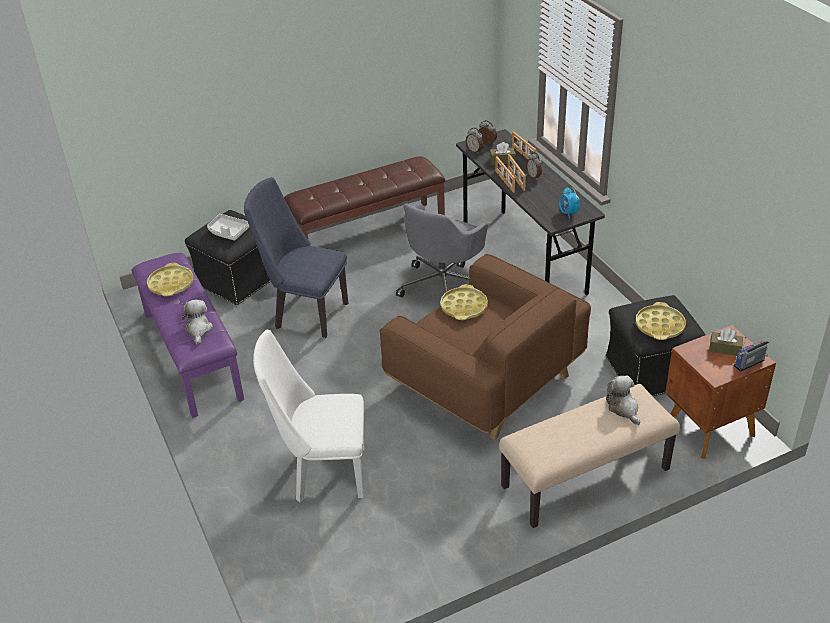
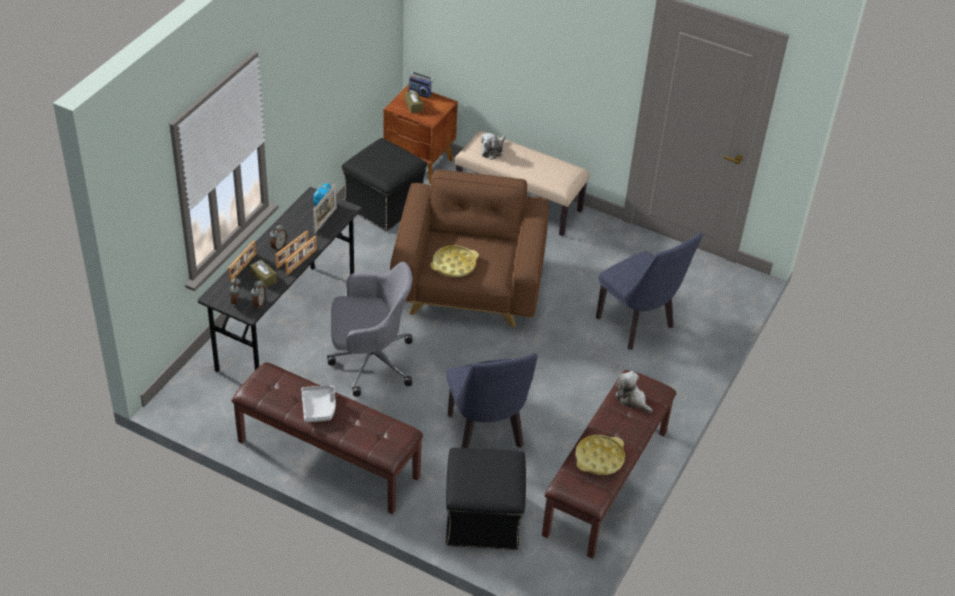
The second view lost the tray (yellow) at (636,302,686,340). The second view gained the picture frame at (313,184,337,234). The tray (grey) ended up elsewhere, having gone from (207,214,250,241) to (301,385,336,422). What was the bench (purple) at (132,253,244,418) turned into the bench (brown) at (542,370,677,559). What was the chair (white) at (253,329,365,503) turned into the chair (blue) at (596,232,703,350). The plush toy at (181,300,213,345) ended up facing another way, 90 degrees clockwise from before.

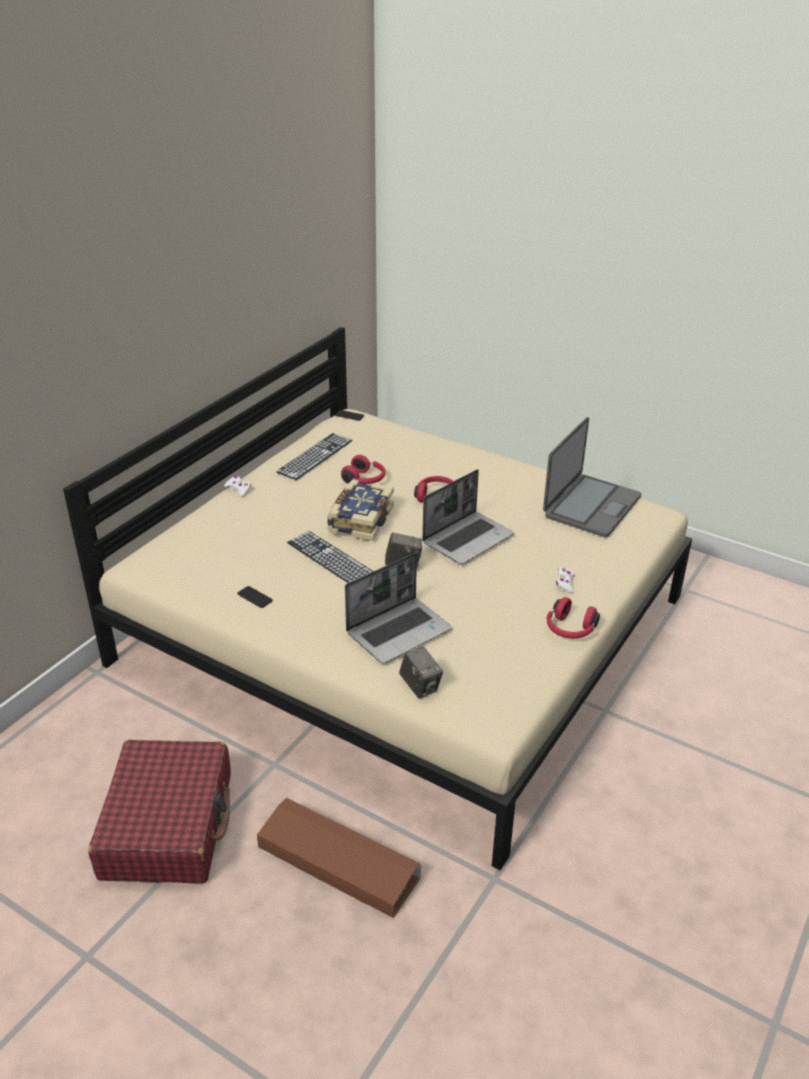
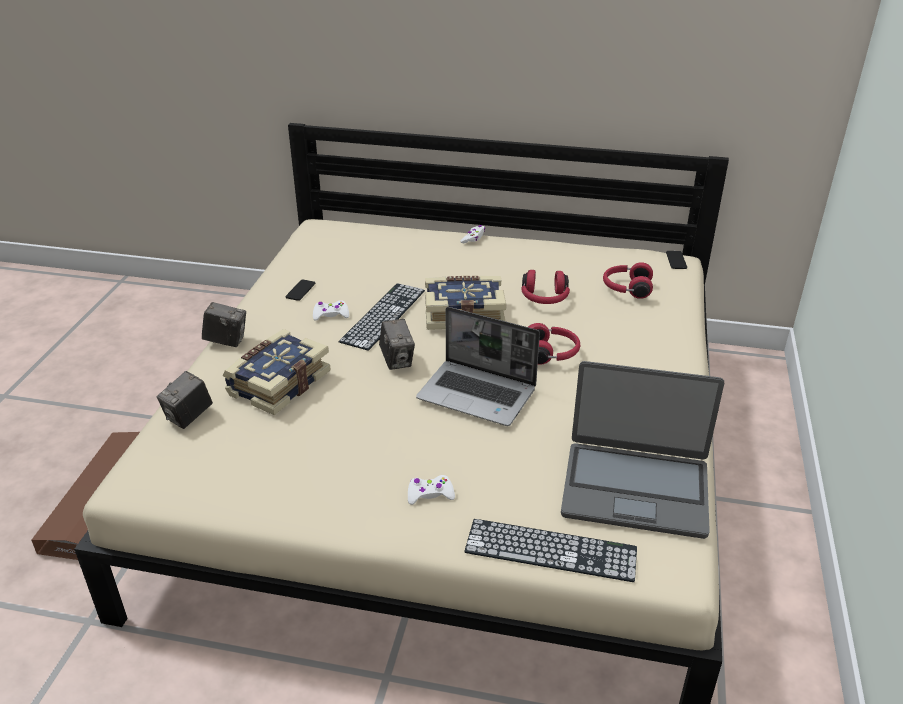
The second view lost the suitcase (red) at (88,740,231,884). The second view gained the photo camera at (202,302,246,347). The second view gained the game controller (white) at (313,301,349,321). The keyboard ended up elsewhere, having gone from (276,433,353,480) to (464,519,637,582). The headphones (red) ended up elsewhere, having gone from (547,597,600,639) to (603,262,653,299). Where the laptop stood at (345,553,452,664), the book came to stand at (223,329,331,415).

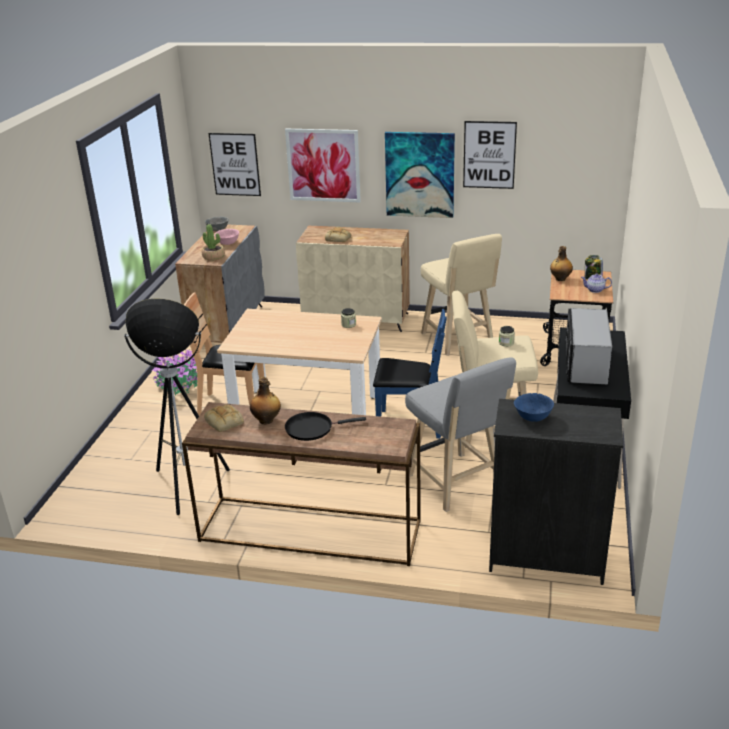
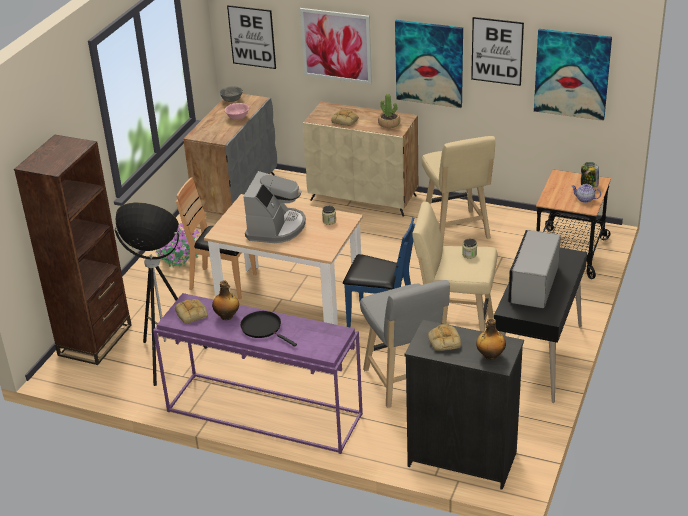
The second view gained the bookcase (brown) at (14,135,132,365). The second view gained the coffee machine at (243,171,306,243). The second view gained the picture at (534,29,612,121). The potted plant ended up elsewhere, having gone from (202,224,225,261) to (378,94,400,128). The bottle ended up elsewhere, having gone from (550,246,573,281) to (476,318,506,360). Where the bowl (blue) stood at (514,393,554,422), the bread came to stand at (428,324,461,351). What was the console table (brown) at (182,402,421,566) turned into the console table (purple) at (153,293,363,454). The frying pan (black) at (285,412,366,441) ended up facing another way, 45 degrees clockwise from before.

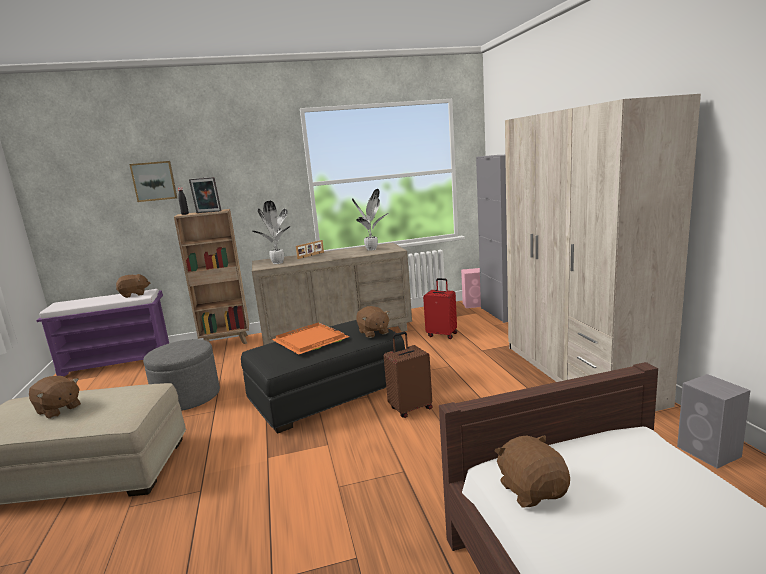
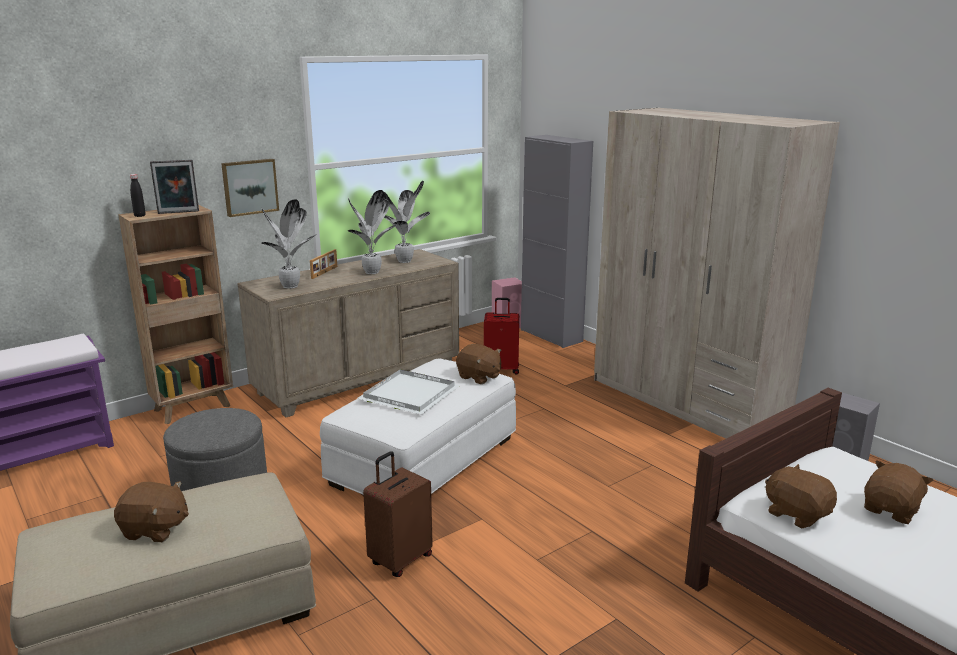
The second view gained the potted plant at (348,190,398,274). The plush toy (brown) ended up elsewhere, having gone from (116,274,150,298) to (864,460,933,524). The picture ended up elsewhere, having gone from (129,161,177,202) to (221,159,279,217). The suitcase (brown) ended up elsewhere, having gone from (384,332,433,418) to (363,451,433,577). What was the ottoman (black) at (241,320,405,433) turned into the ottoman (white) at (320,359,516,494). What was the tray (orange) at (272,322,349,354) turned into the tray (white) at (358,369,460,415).

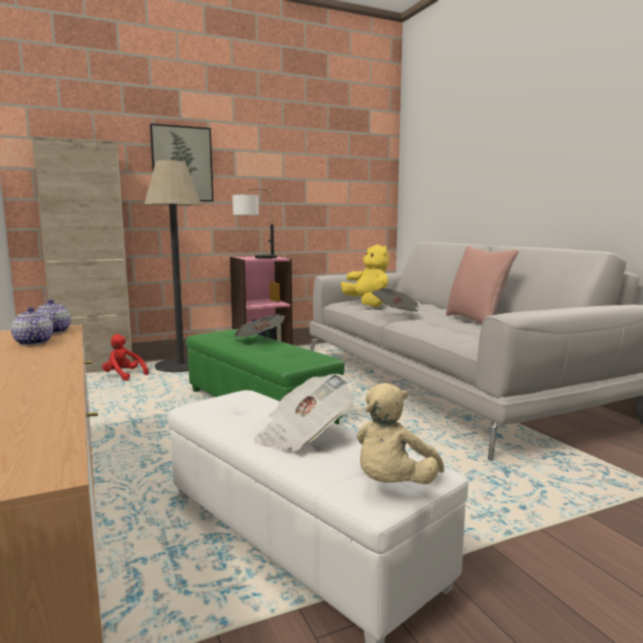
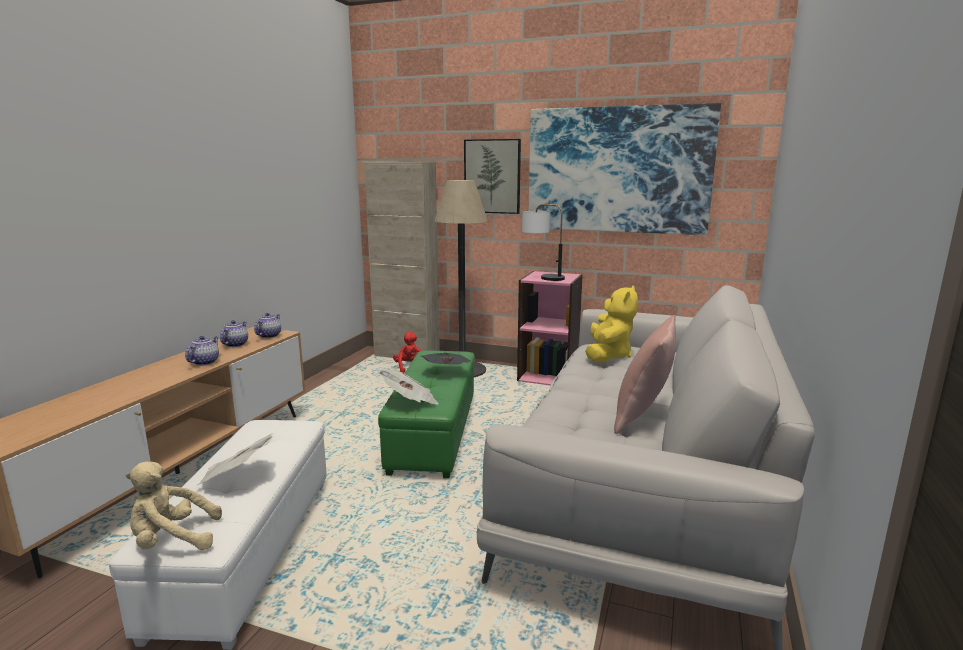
The second view gained the teapot at (185,336,219,365). The second view gained the picture at (529,103,721,235). The newspaper ended up elsewhere, having gone from (372,288,420,312) to (378,370,439,405).

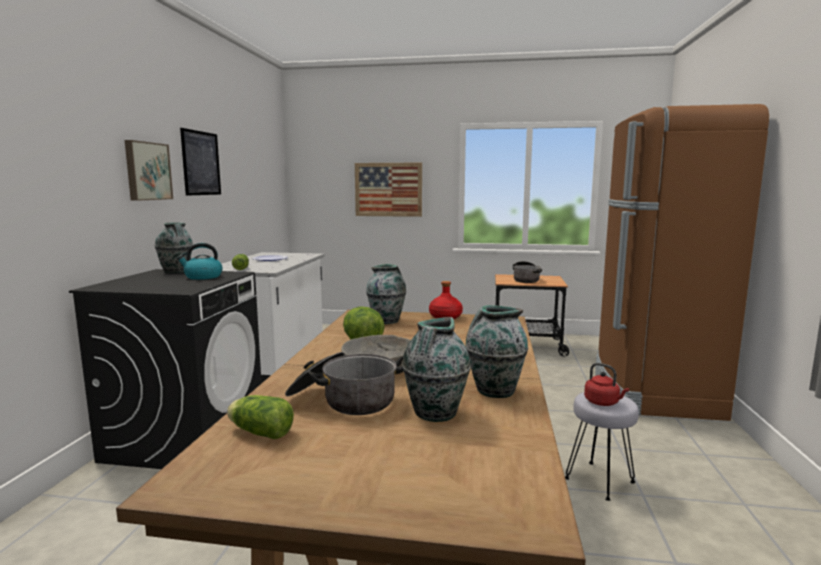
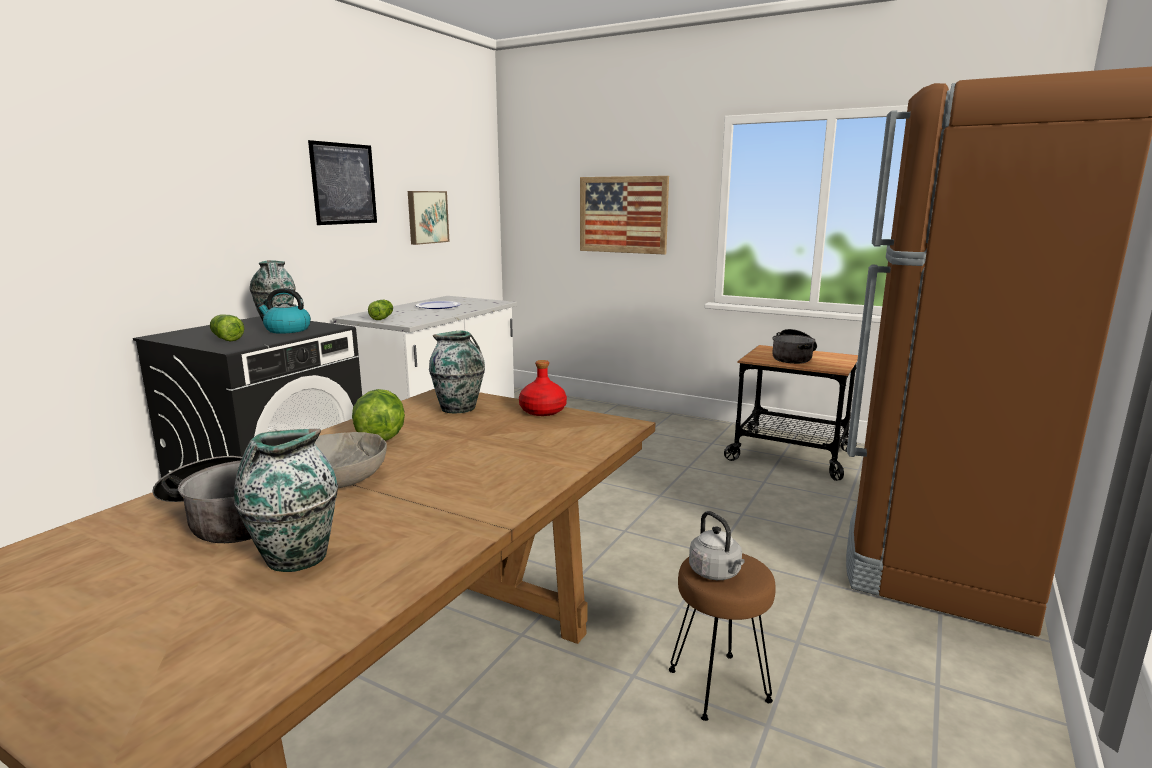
The second view lost the vase at (465,305,528,398). The picture ended up elsewhere, having gone from (125,140,173,201) to (408,191,450,245). The lettuce ended up elsewhere, having gone from (227,395,294,439) to (210,314,244,342). What was the stool (grey) at (565,392,639,501) turned into the stool (brown) at (669,553,776,721). What was the kettle (red) at (584,363,629,406) turned into the kettle (grey) at (689,511,745,580).

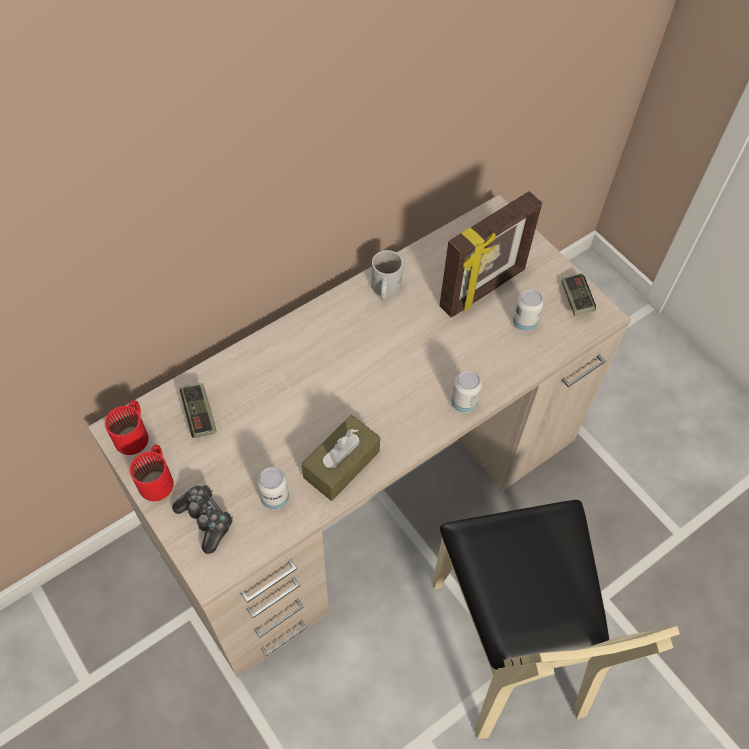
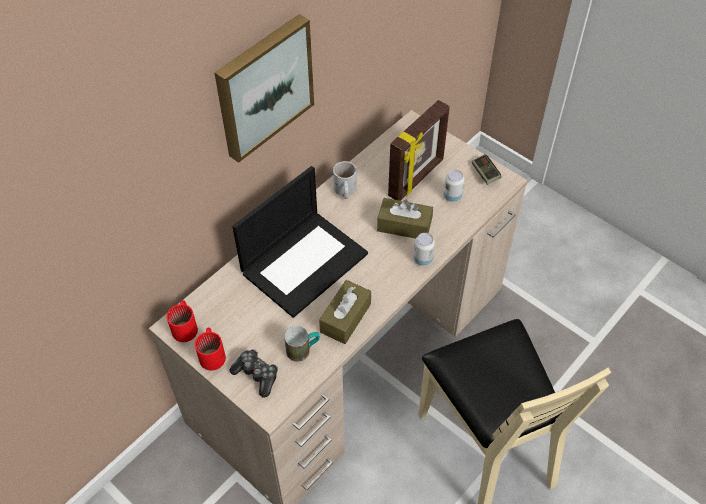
The second view lost the game controller at (180,383,216,438). The second view gained the picture at (214,14,314,163). The second view gained the laptop at (232,166,368,318). The second view gained the tissue box (brown) at (377,198,433,239). Where the can stood at (257,467,289,510), the mug came to stand at (284,326,320,362).

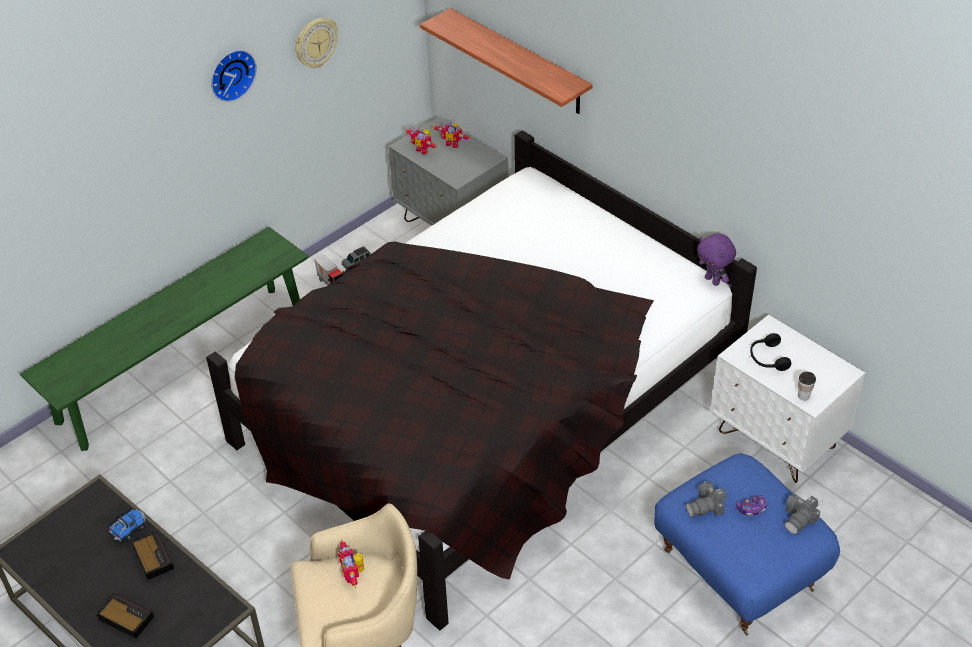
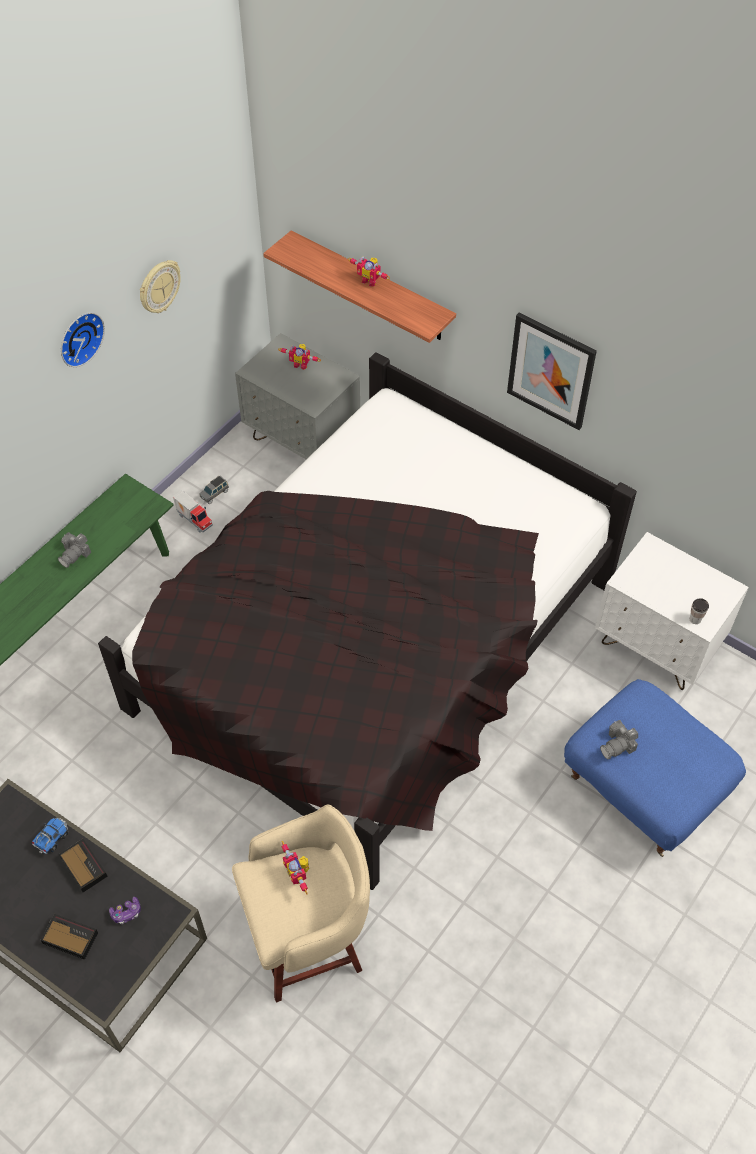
The second view lost the plush toy (purple) at (697,233,736,286). The second view lost the headphones (black) at (750,333,791,371). The second view gained the picture at (507,313,597,430). The toy robot ended up elsewhere, having gone from (405,128,437,155) to (348,257,390,287). The game controller ended up elsewhere, having gone from (736,495,767,516) to (109,897,141,924). The photo camera ended up elsewhere, having gone from (785,493,820,534) to (58,532,91,568).

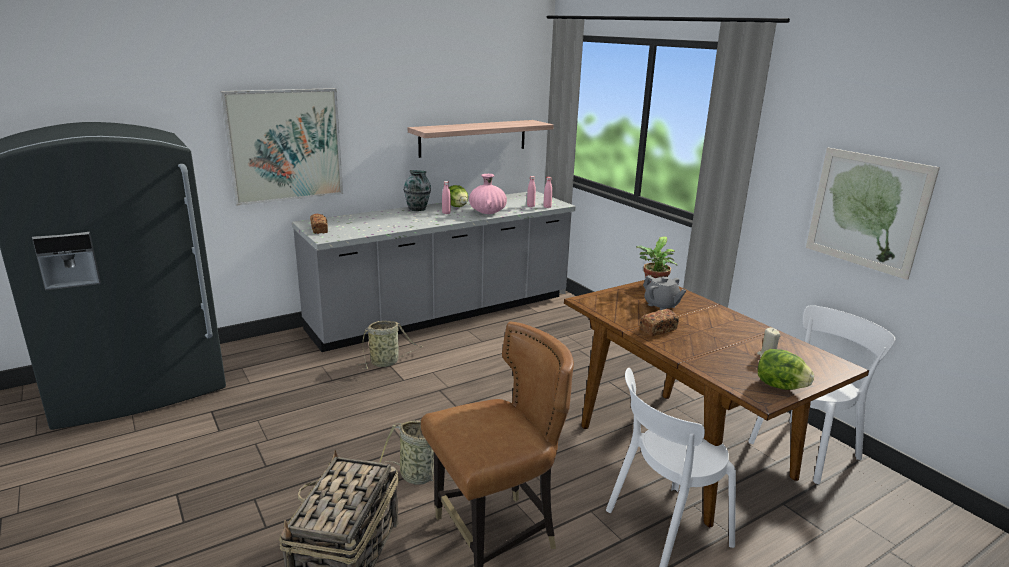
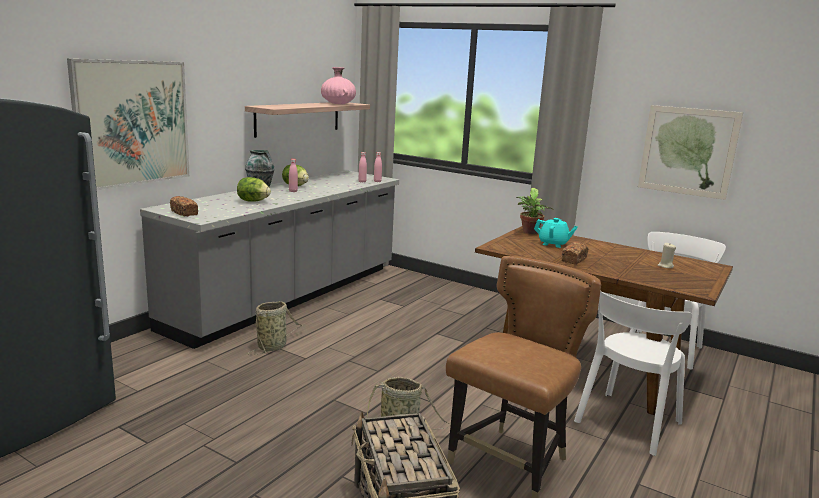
The vase (pink) ended up elsewhere, having gone from (469,174,507,214) to (321,67,356,104). The lettuce ended up elsewhere, having gone from (758,349,814,390) to (237,177,271,202). What was the teapot (grey) at (643,275,687,310) turned into the teapot (turquoise) at (534,218,578,248).

